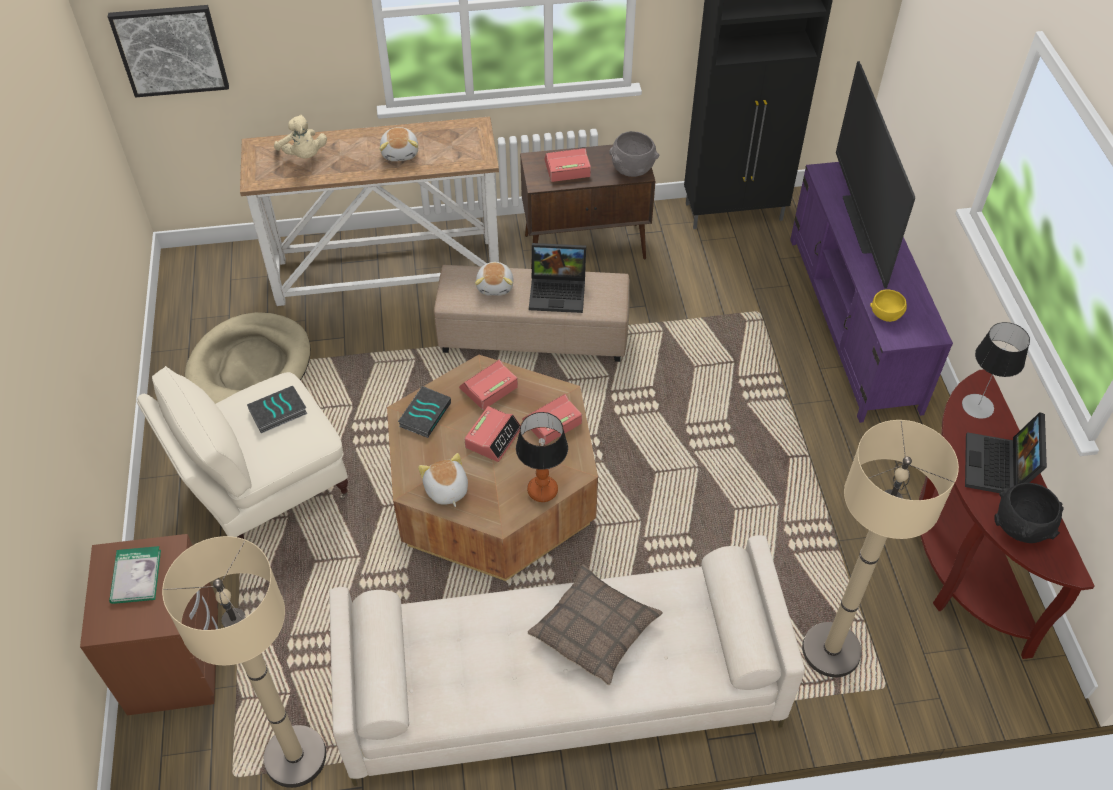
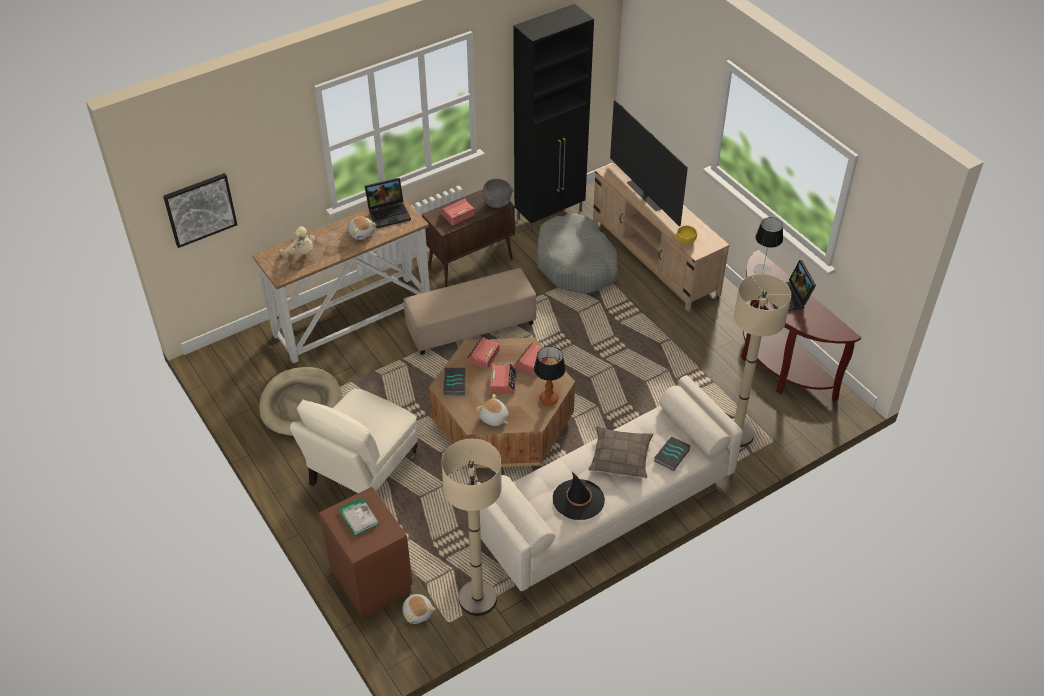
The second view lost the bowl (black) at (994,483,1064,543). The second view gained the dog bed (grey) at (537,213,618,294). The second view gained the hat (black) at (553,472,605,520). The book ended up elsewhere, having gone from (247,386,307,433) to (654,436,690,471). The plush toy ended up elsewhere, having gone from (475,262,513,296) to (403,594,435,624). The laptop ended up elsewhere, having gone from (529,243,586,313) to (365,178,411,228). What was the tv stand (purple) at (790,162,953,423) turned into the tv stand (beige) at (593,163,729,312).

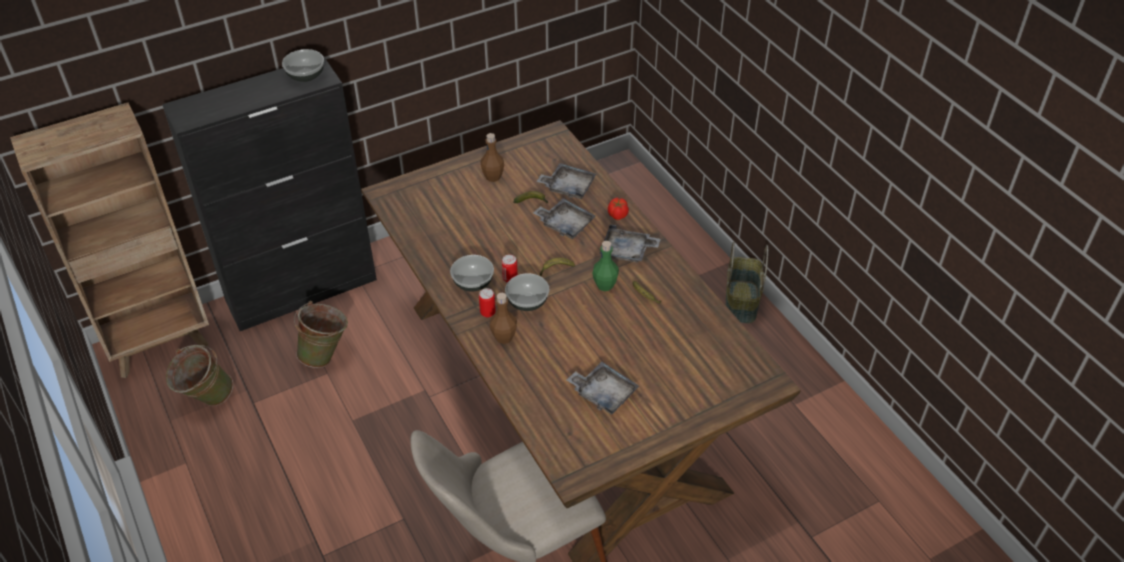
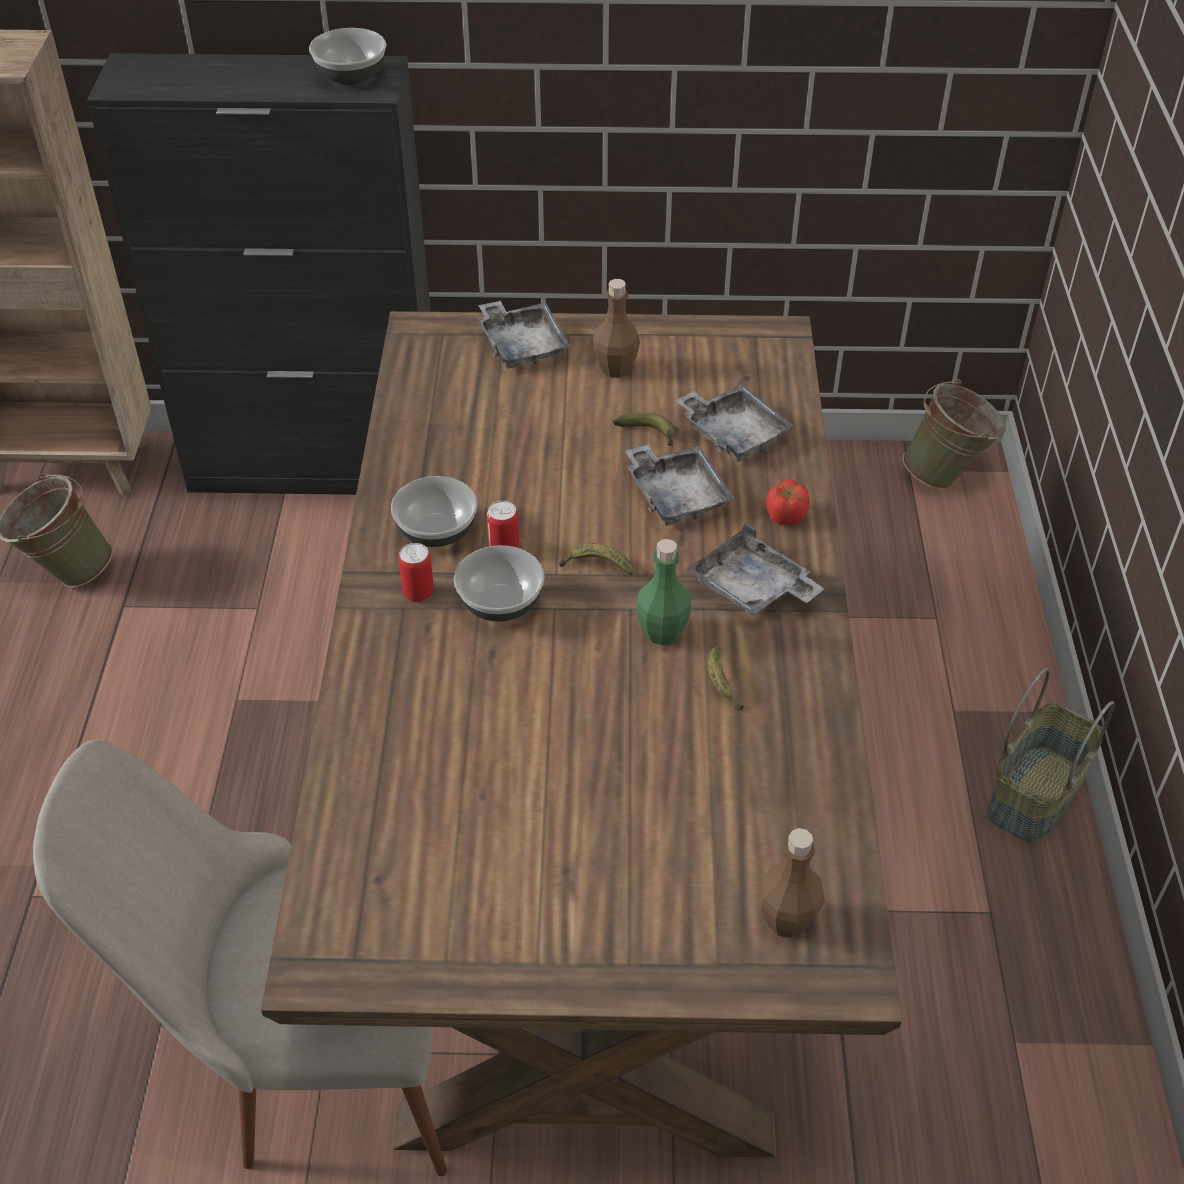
The bucket (green) ended up elsewhere, having gone from (294,301,348,368) to (903,379,1006,490). The bottle (brown) ended up elsewhere, having gone from (490,293,517,344) to (758,828,825,938). The tray (grey) ended up elsewhere, having gone from (567,362,639,415) to (478,300,571,369).

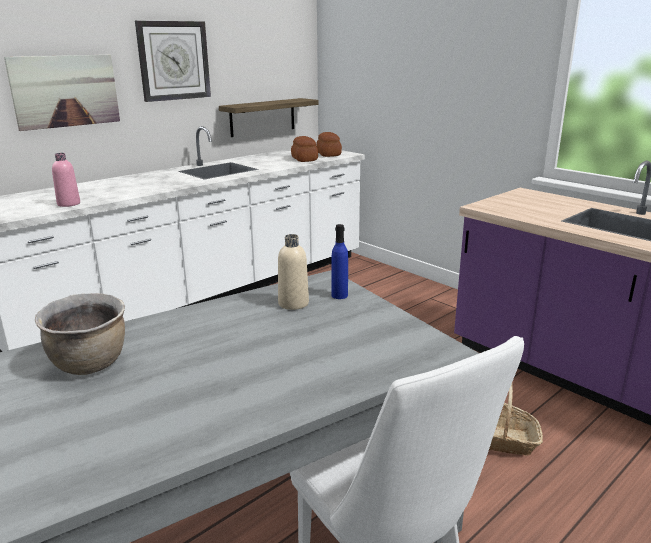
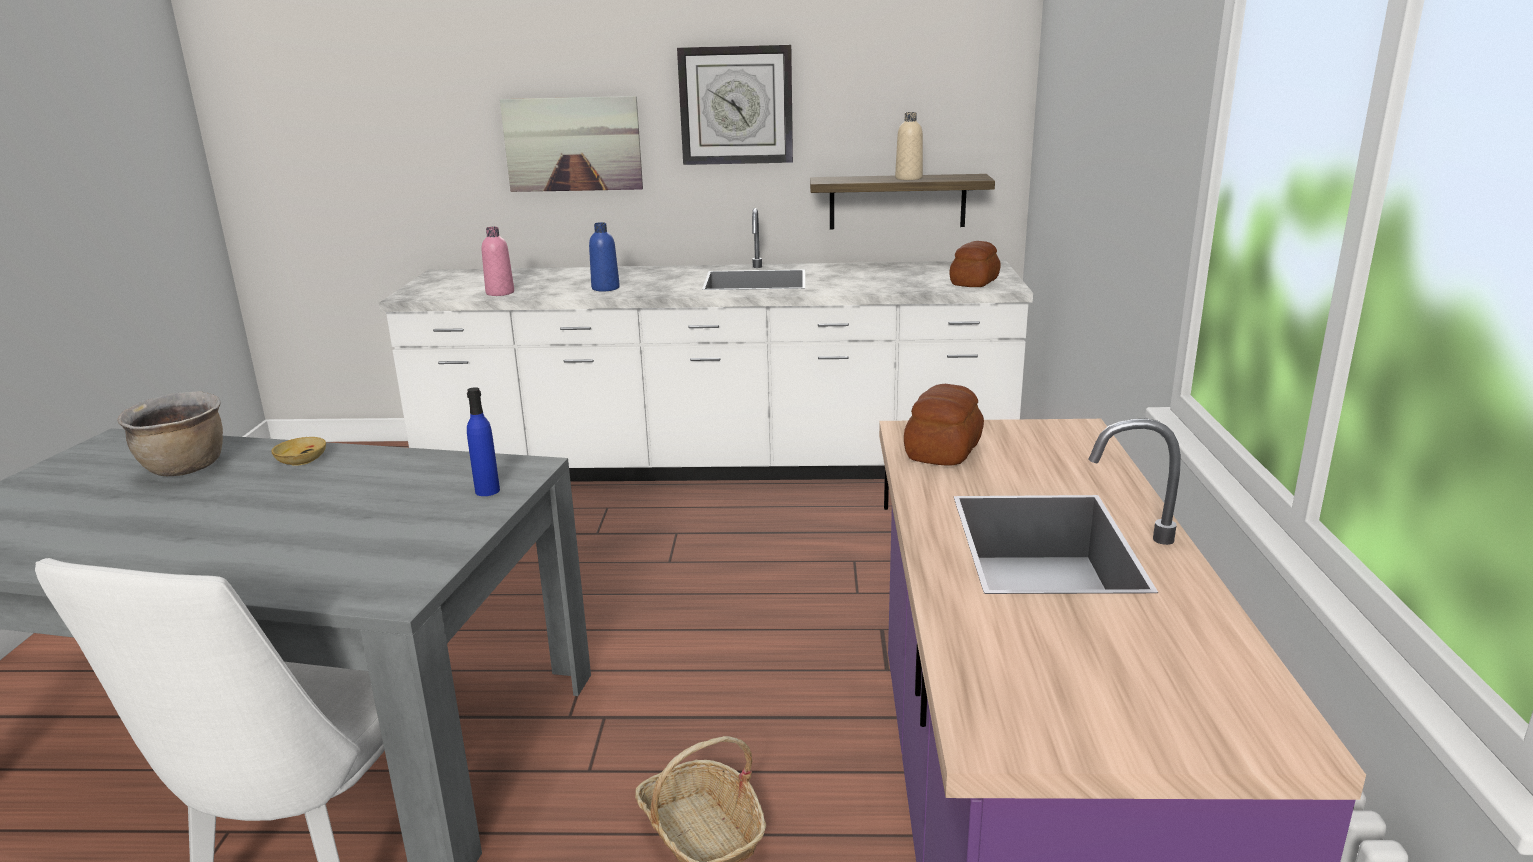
The second view gained the bowl (beige) at (271,437,326,466). The second view gained the bottle (blue) at (589,222,620,292). The bottle (beige) ended up elsewhere, having gone from (278,234,309,310) to (895,112,923,180). The bread ended up elsewhere, having gone from (291,136,318,162) to (904,384,984,465).

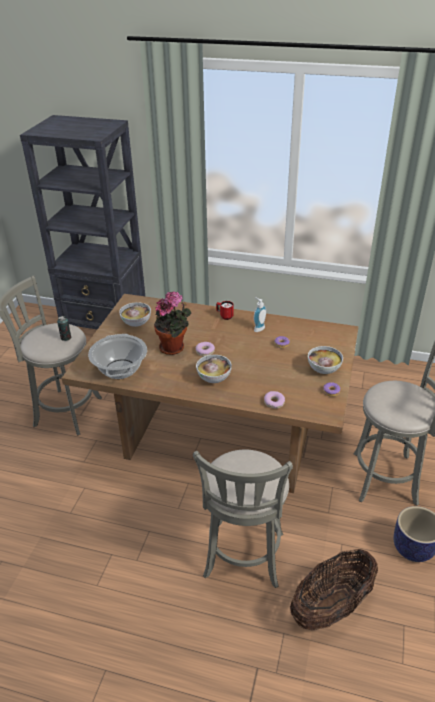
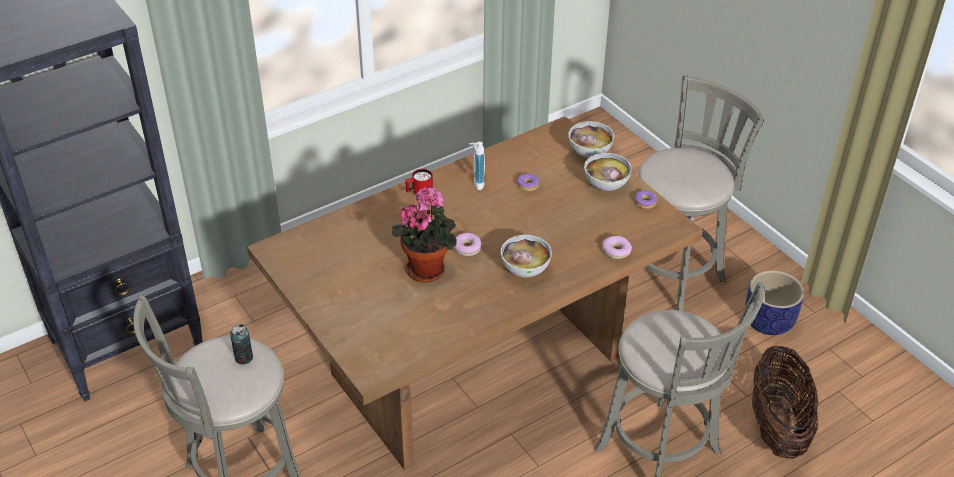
The second view lost the cooking pot at (88,334,147,379). The bowl ended up elsewhere, having gone from (119,302,151,327) to (568,121,614,158).

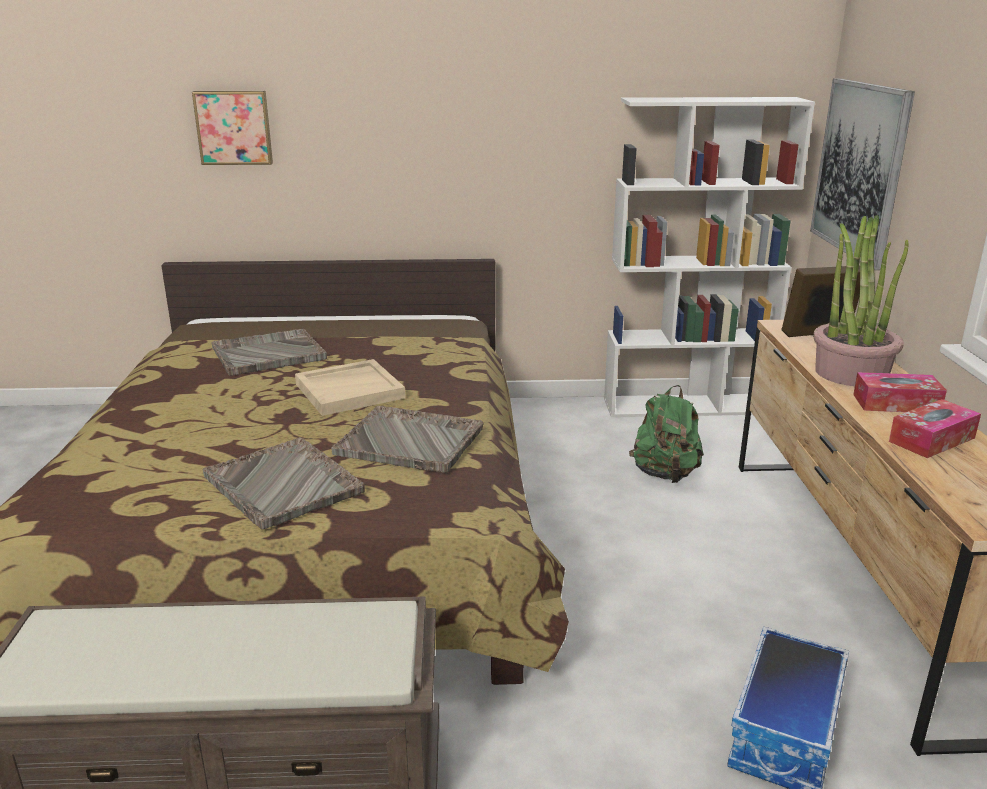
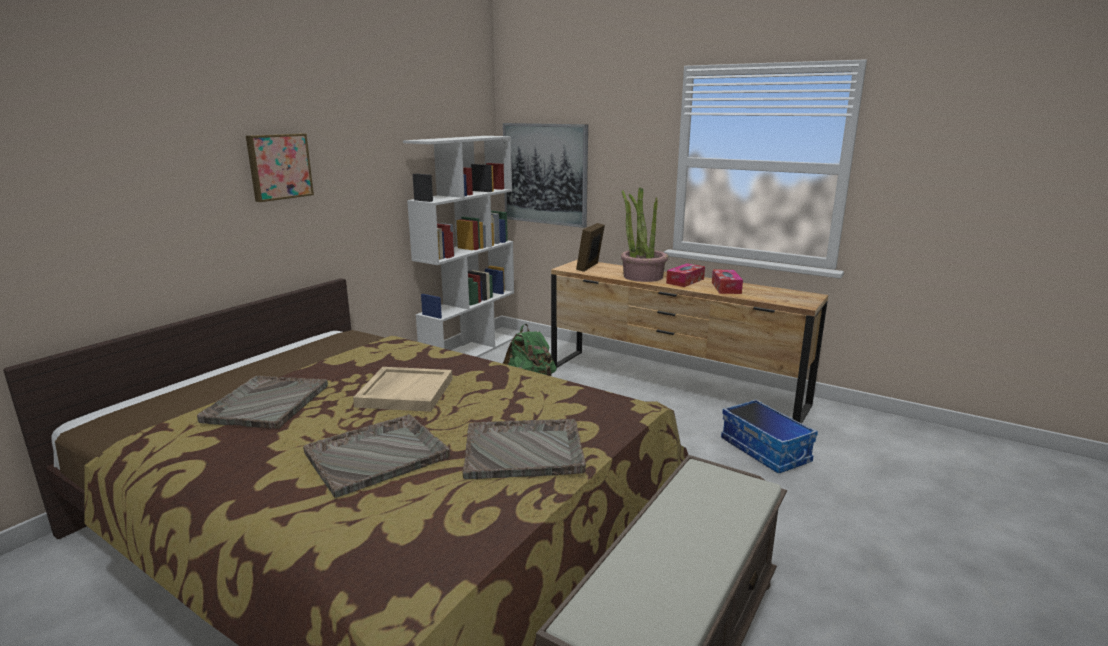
The picture ended up elsewhere, having gone from (192,91,273,165) to (246,133,314,202). The tray (grey) ended up elsewhere, having gone from (331,406,484,473) to (303,414,450,498).

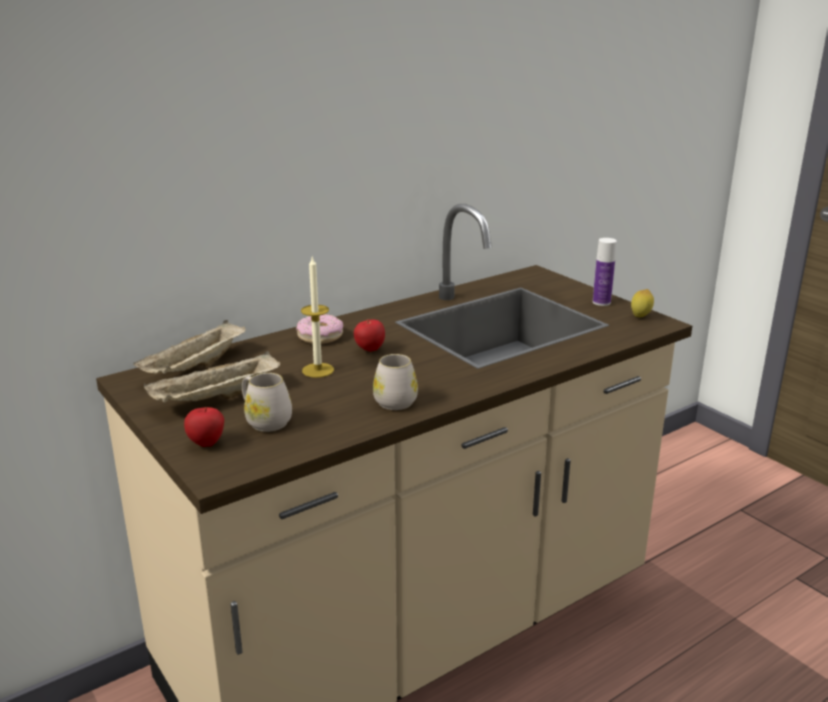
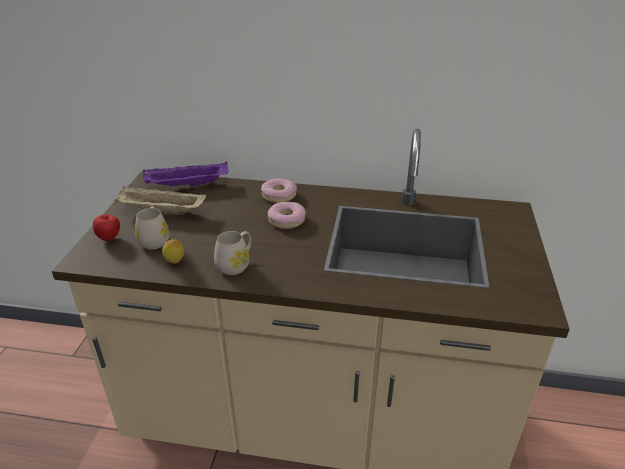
The second view lost the candle at (301,257,334,378). The second view lost the bottle at (593,238,617,306). The lemon ended up elsewhere, having gone from (631,289,654,317) to (162,239,184,264). Where the apple stood at (354,319,385,352), the donut came to stand at (268,202,306,229). What was the tray (beige) at (133,320,246,374) turned into the tray (purple) at (143,161,229,188).

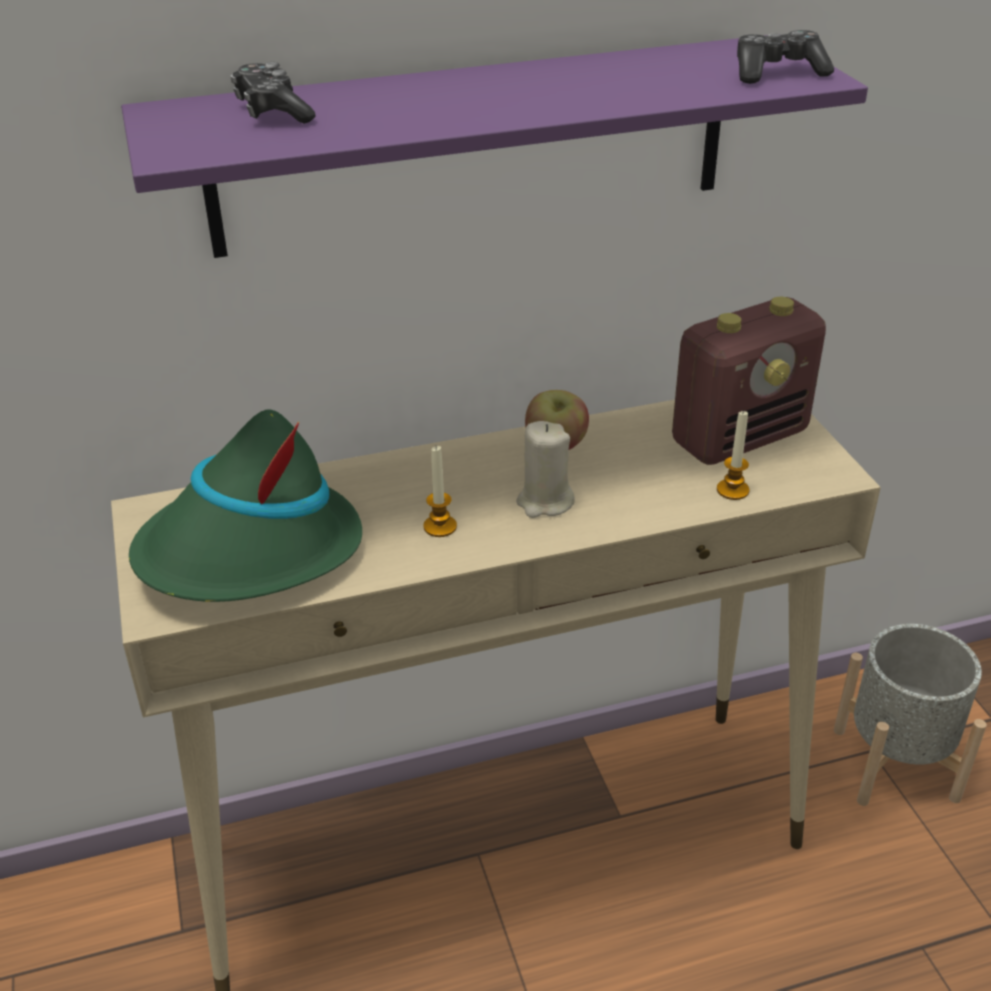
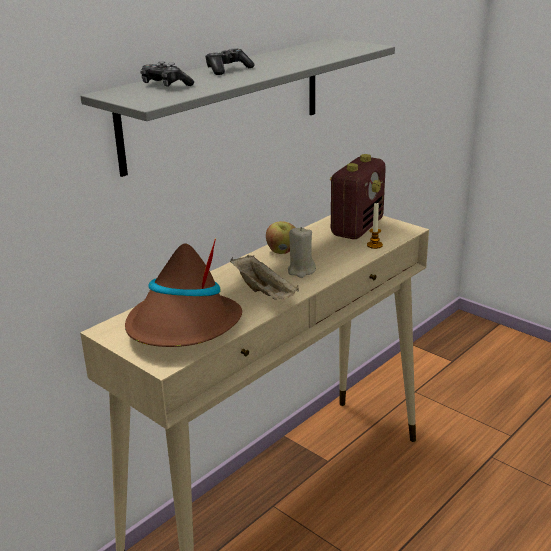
The second view lost the planter (grey) at (834,624,987,806). The game controller ended up elsewhere, having gone from (737,30,834,84) to (205,48,255,75). Where the candle stood at (423,446,457,537), the tray (beige) came to stand at (230,255,299,300). What was the shelf (purple) at (121,35,868,258) turned into the shelf (grey) at (80,38,395,177). What was the hat (green) at (129,409,362,602) turned into the hat (brown) at (125,239,242,347).

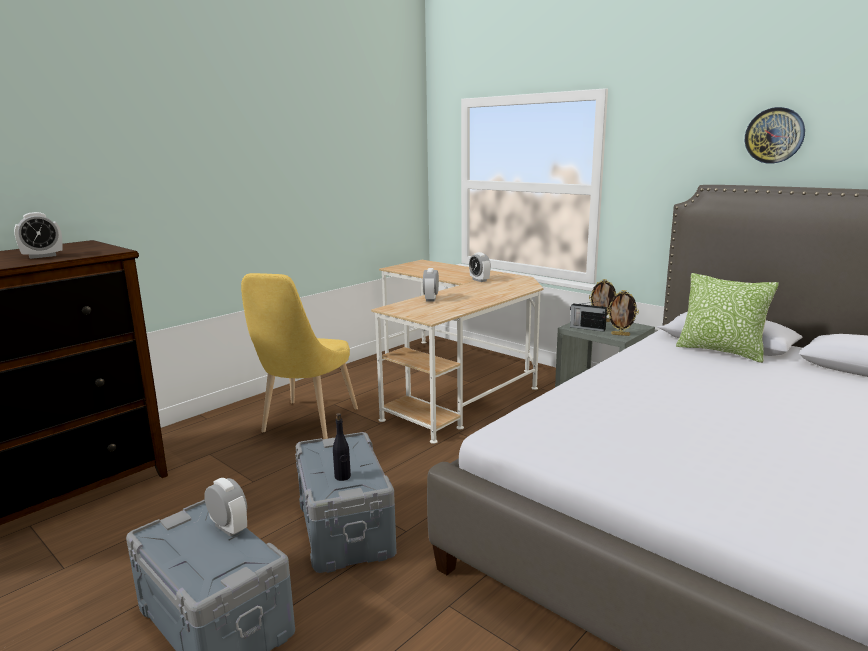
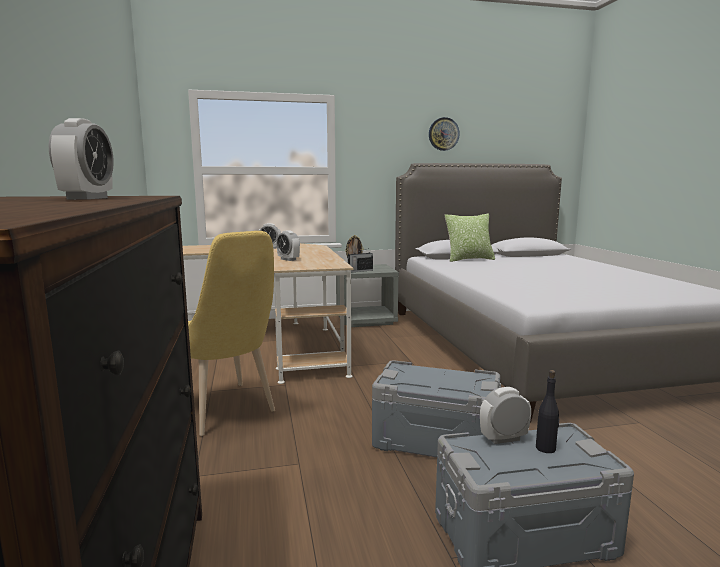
The second view lost the picture frame at (607,290,639,336). The bottle (black) ended up elsewhere, having gone from (333,413,351,481) to (536,370,559,453).

